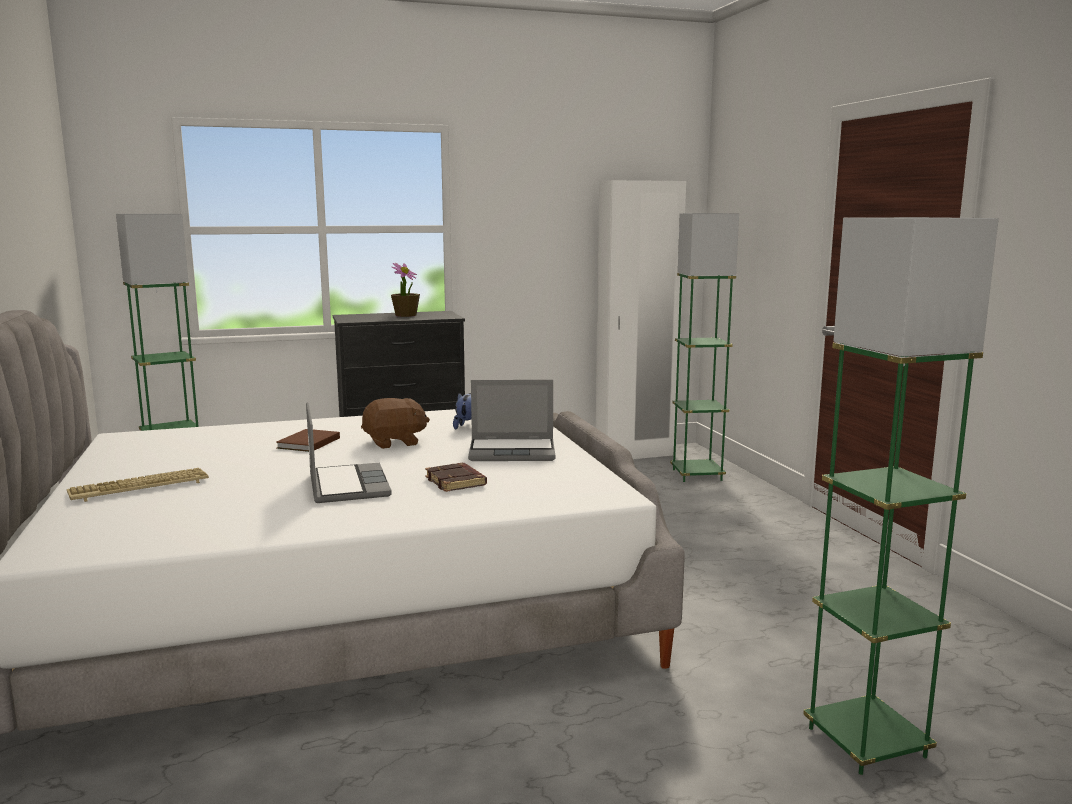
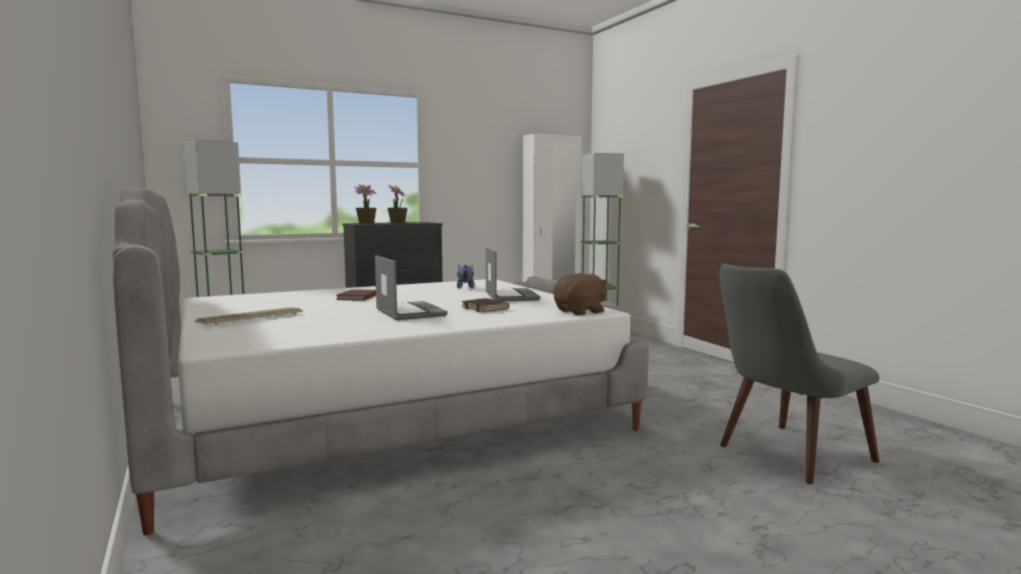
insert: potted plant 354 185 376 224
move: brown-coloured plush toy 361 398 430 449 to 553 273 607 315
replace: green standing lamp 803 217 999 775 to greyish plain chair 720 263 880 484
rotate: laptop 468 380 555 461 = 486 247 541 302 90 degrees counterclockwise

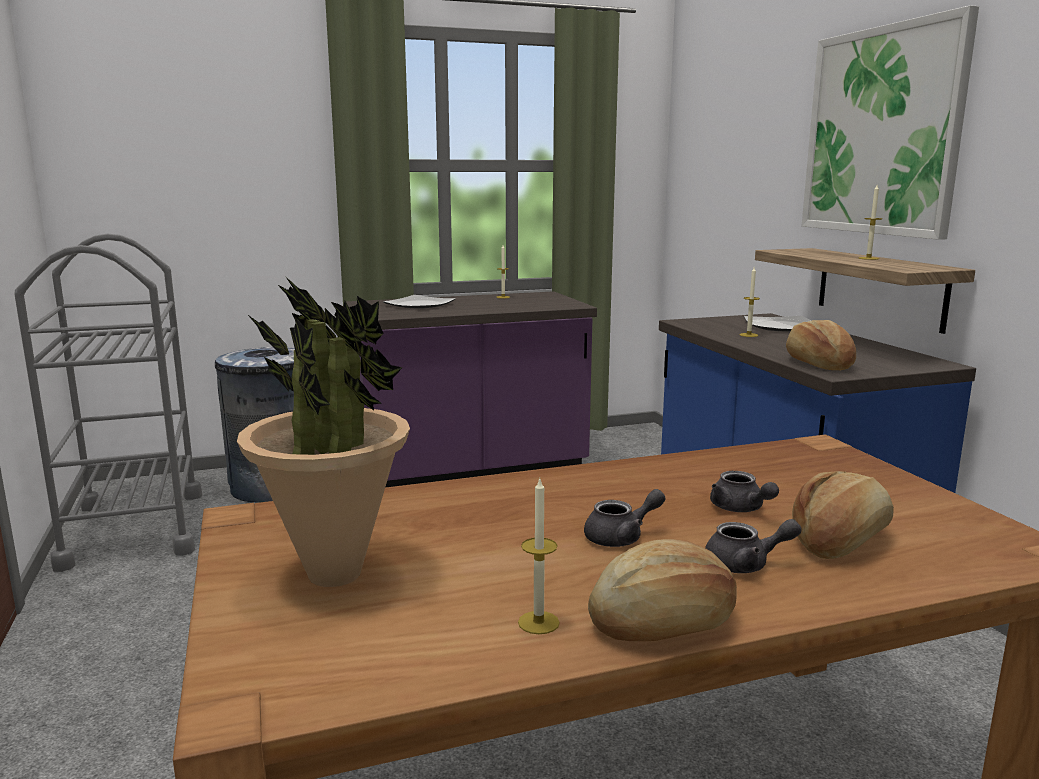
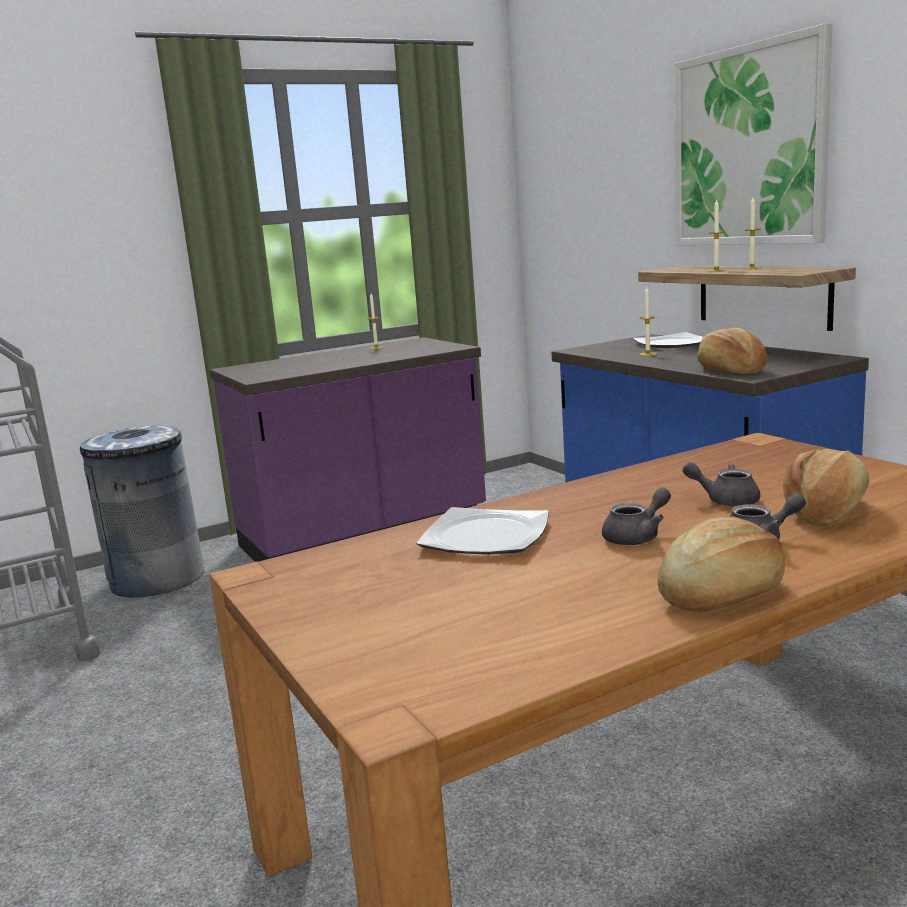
delete: potted plant 237 276 410 587
move: dinner plate 383 295 455 309 to 417 507 549 554; wax light 518 479 560 634 to 707 200 726 272
rotate: greyish tea pot 710 471 779 512 = 683 462 760 507 150 degrees clockwise

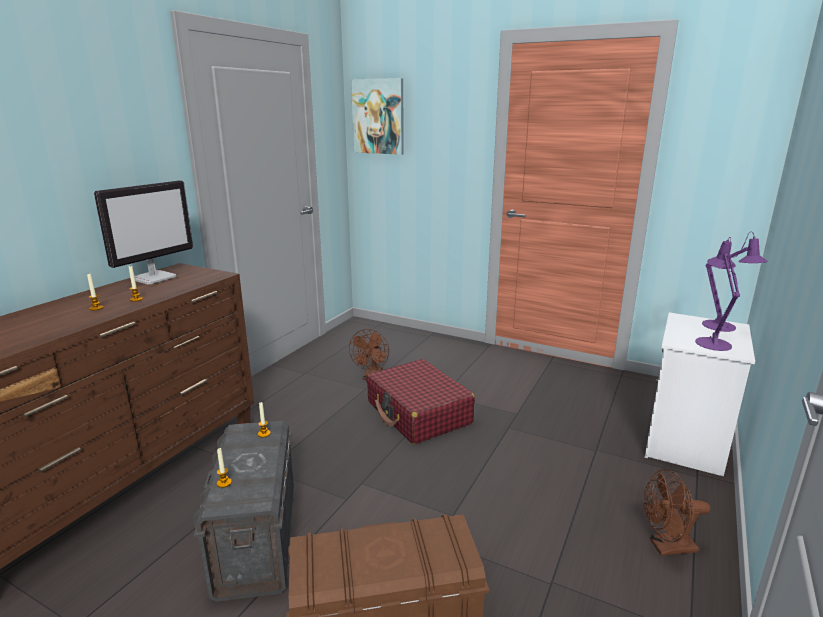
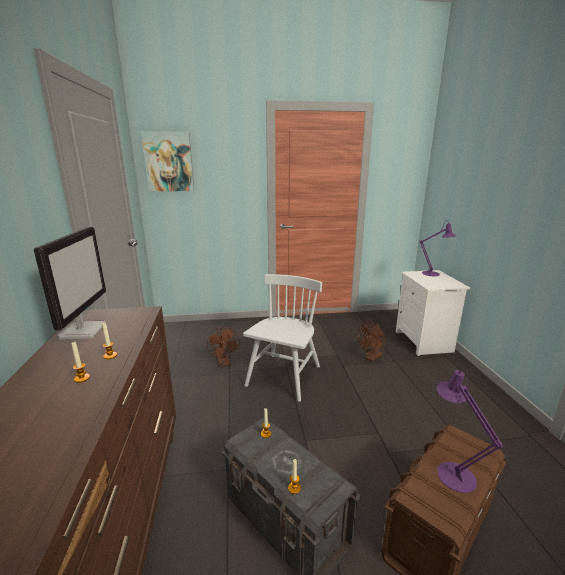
move: brown-coloured electric fan 643 469 710 556 to 358 321 385 361; purplish lamp for a table 695 237 740 351 to 436 369 503 493
replace: red-coloured piece of luggage 366 359 475 445 to white plain chair 243 274 322 402

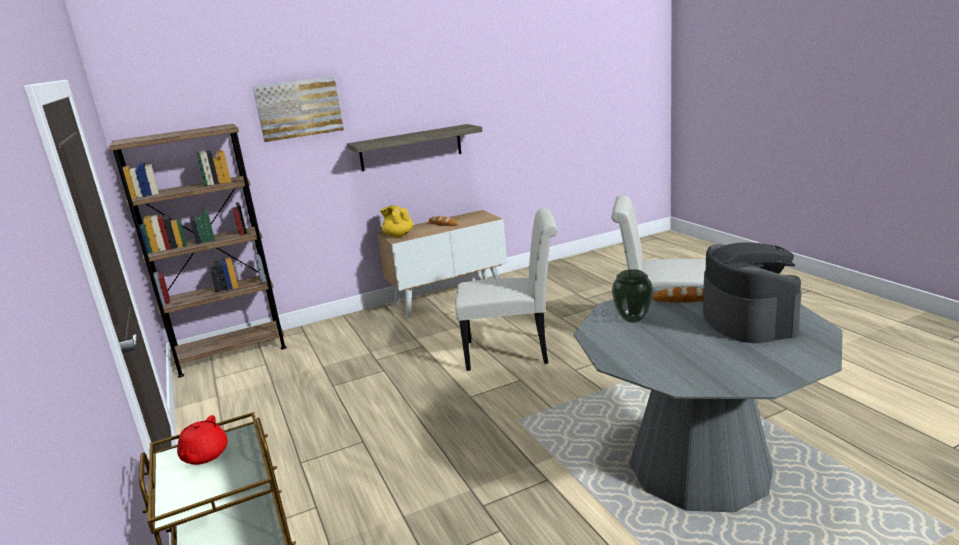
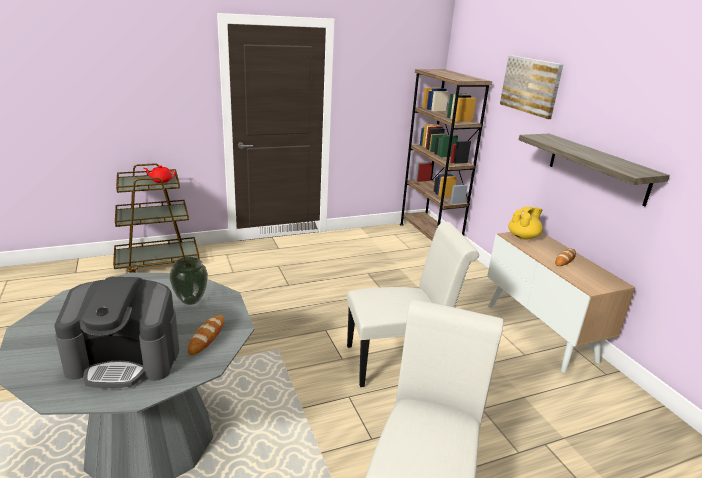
rotate: white plain chair 455 208 558 371 = 347 222 479 387 105 degrees counterclockwise

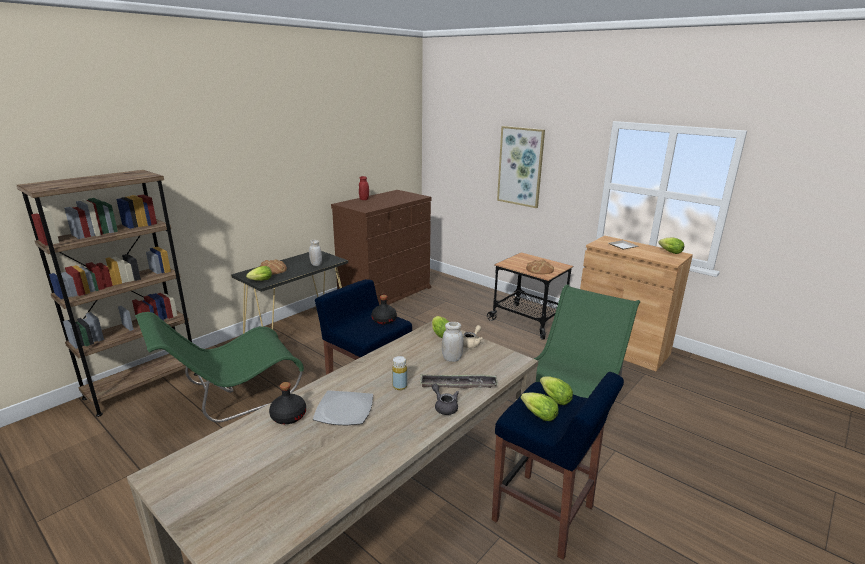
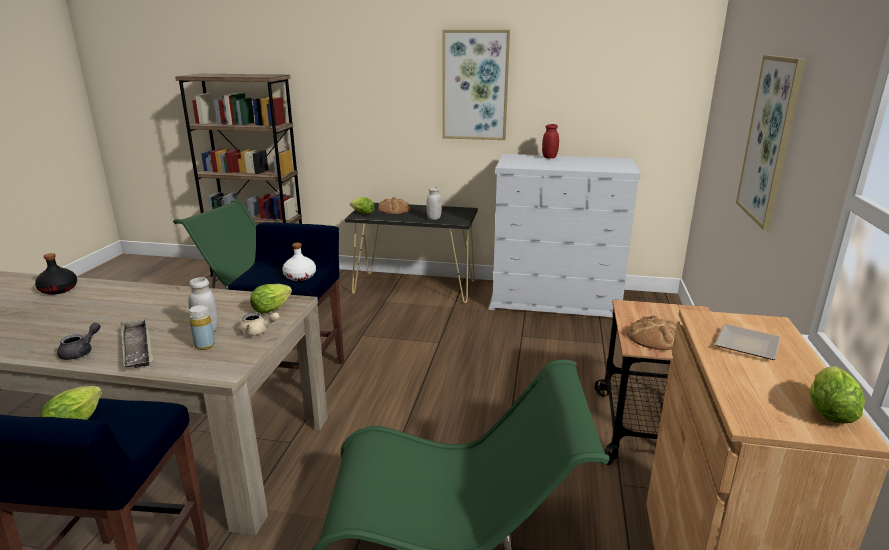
delete: dinner plate 313 390 373 425; lettuce head 540 377 573 405
insert: wall art 442 30 510 140
move: yellowish drink bottle 392 356 407 390 to 189 305 215 350
recolor: brown-coloured chest of drawers 331 190 431 305 to white chest of drawers 489 154 641 317; black drink bottle 371 295 397 324 to white drink bottle 282 243 316 281

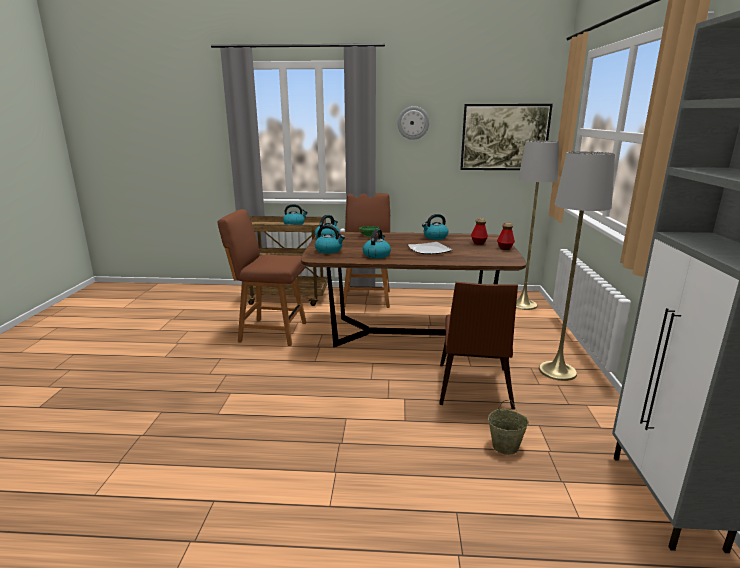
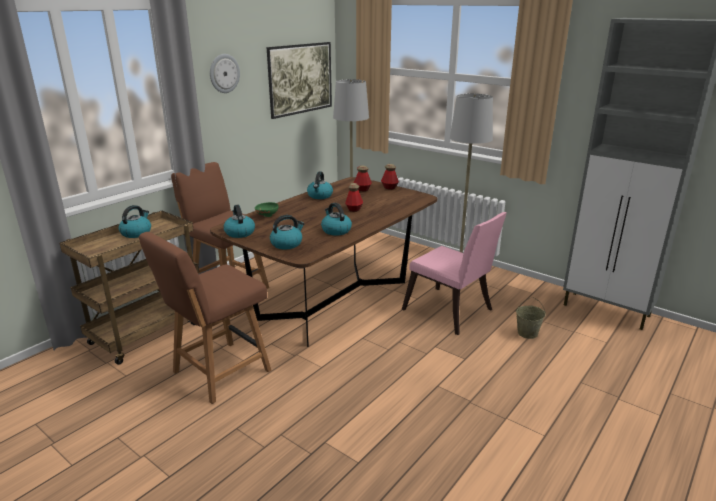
replace: dinner plate 408 242 452 254 to drink bottle 345 183 363 212
recolor: brown-coloured plain chair 439 282 518 410 to pinkish plain chair 402 212 507 335

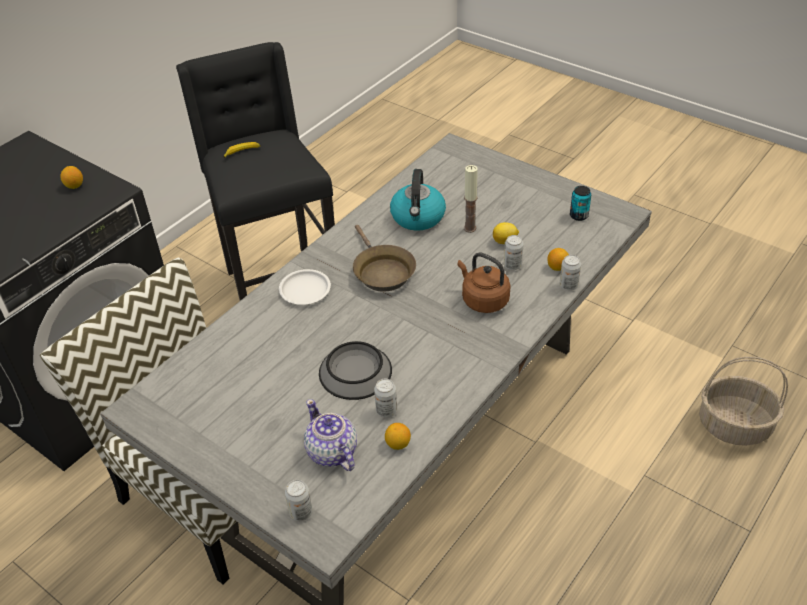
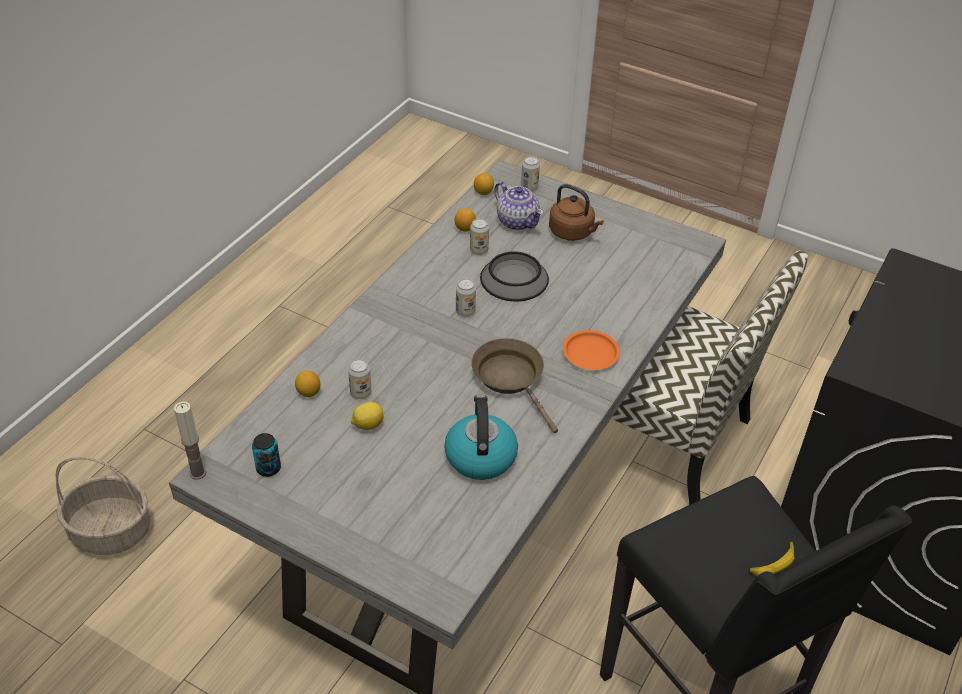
move: citrus fruit 60 166 83 189 to 474 173 494 195; brown-coloured tea kettle 457 253 511 313 to 549 184 604 241; wax light 464 165 478 233 to 174 401 207 480; can 559 255 581 291 to 456 279 476 317
recolor: white dinner plate 279 269 331 305 to orange-coloured dinner plate 563 330 620 370

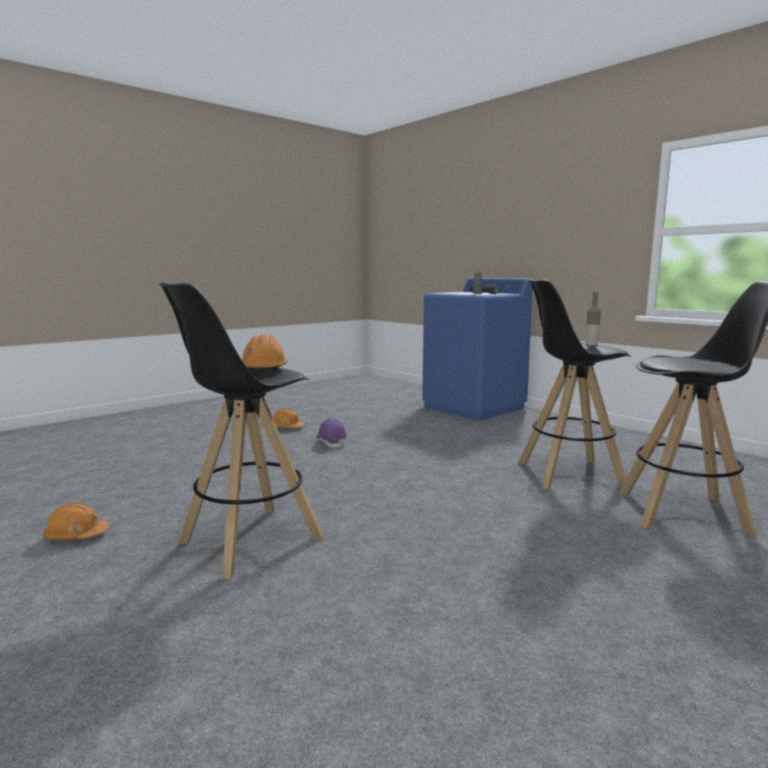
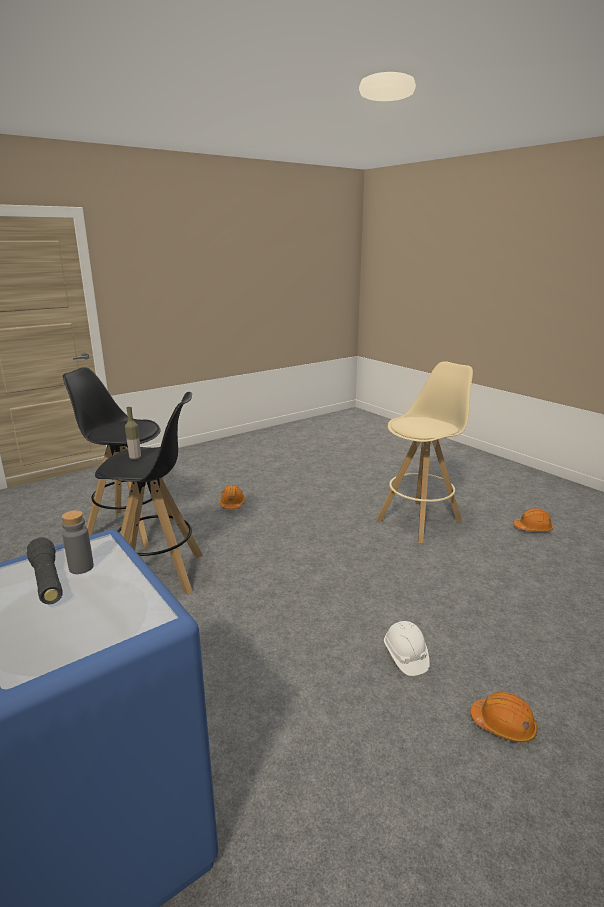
move: orange-coloured hard hat 242 334 288 374 to 219 485 245 509
recolor: black stool seat 159 282 323 579 to sand-coloured stool seat 376 361 473 543; purplish hard hat 317 418 347 448 to white hard hat 384 621 430 676

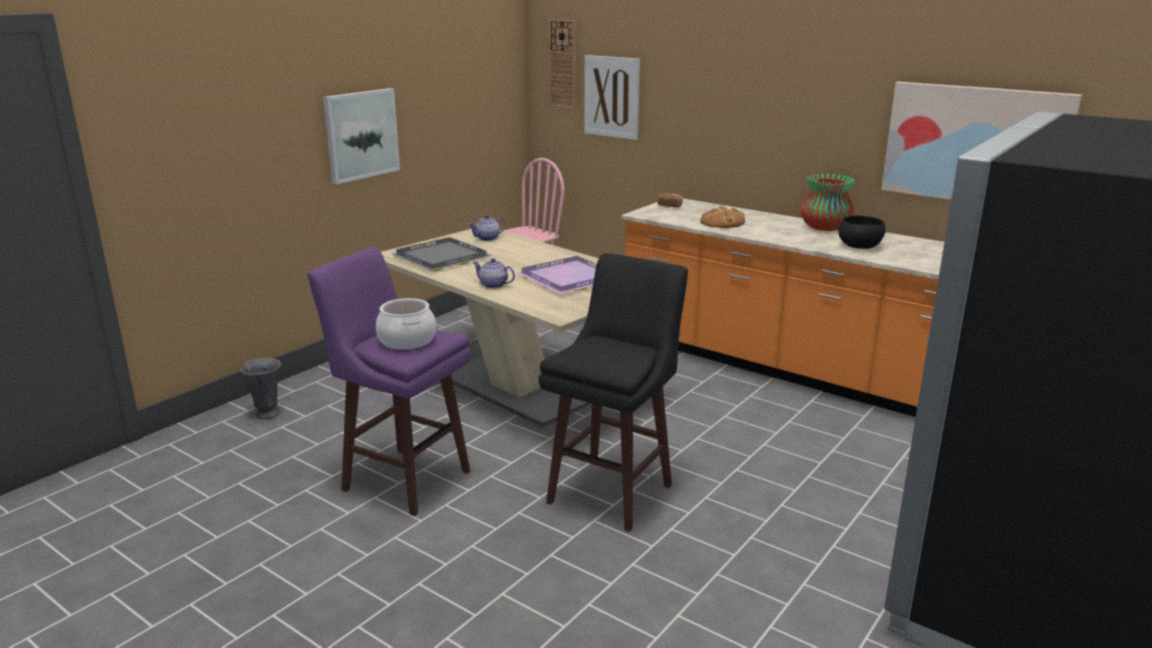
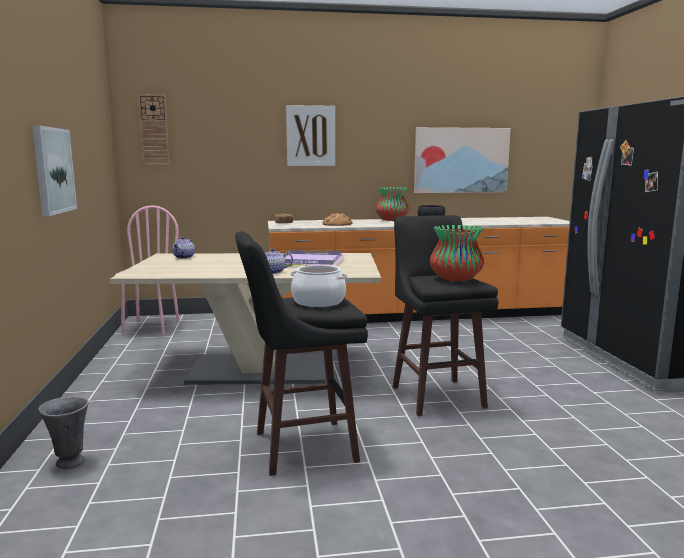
delete: greyish tray 391 237 493 272
insert: vase 430 225 484 281
move: wall art 584 55 640 140 to 286 105 335 166
recolor: purplish stool seat 308 247 471 516 to black stool seat 235 231 368 476

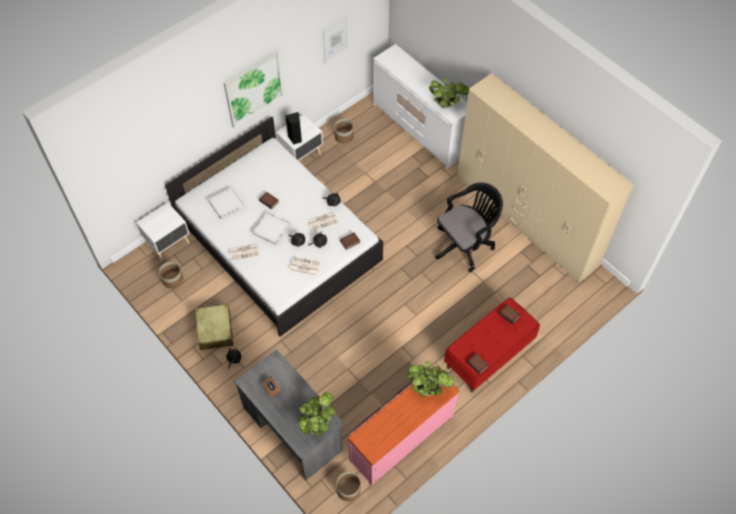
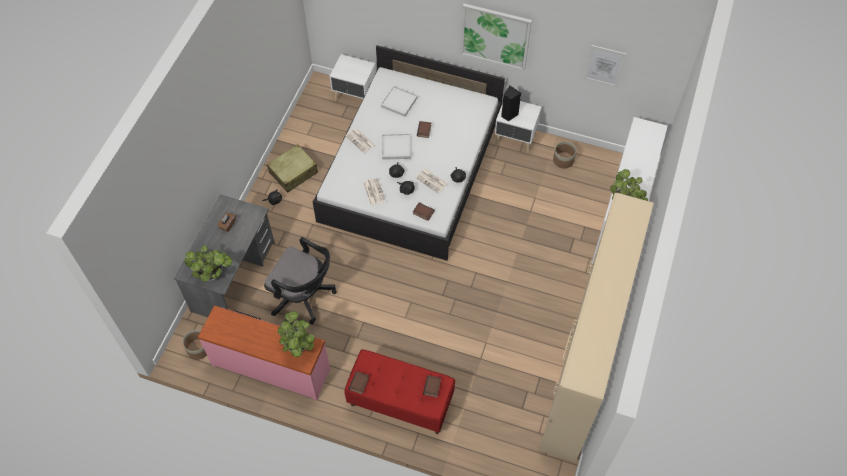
delete: plant pot 159 262 183 289
move: black desk chair 435 182 503 272 to 264 237 337 324

